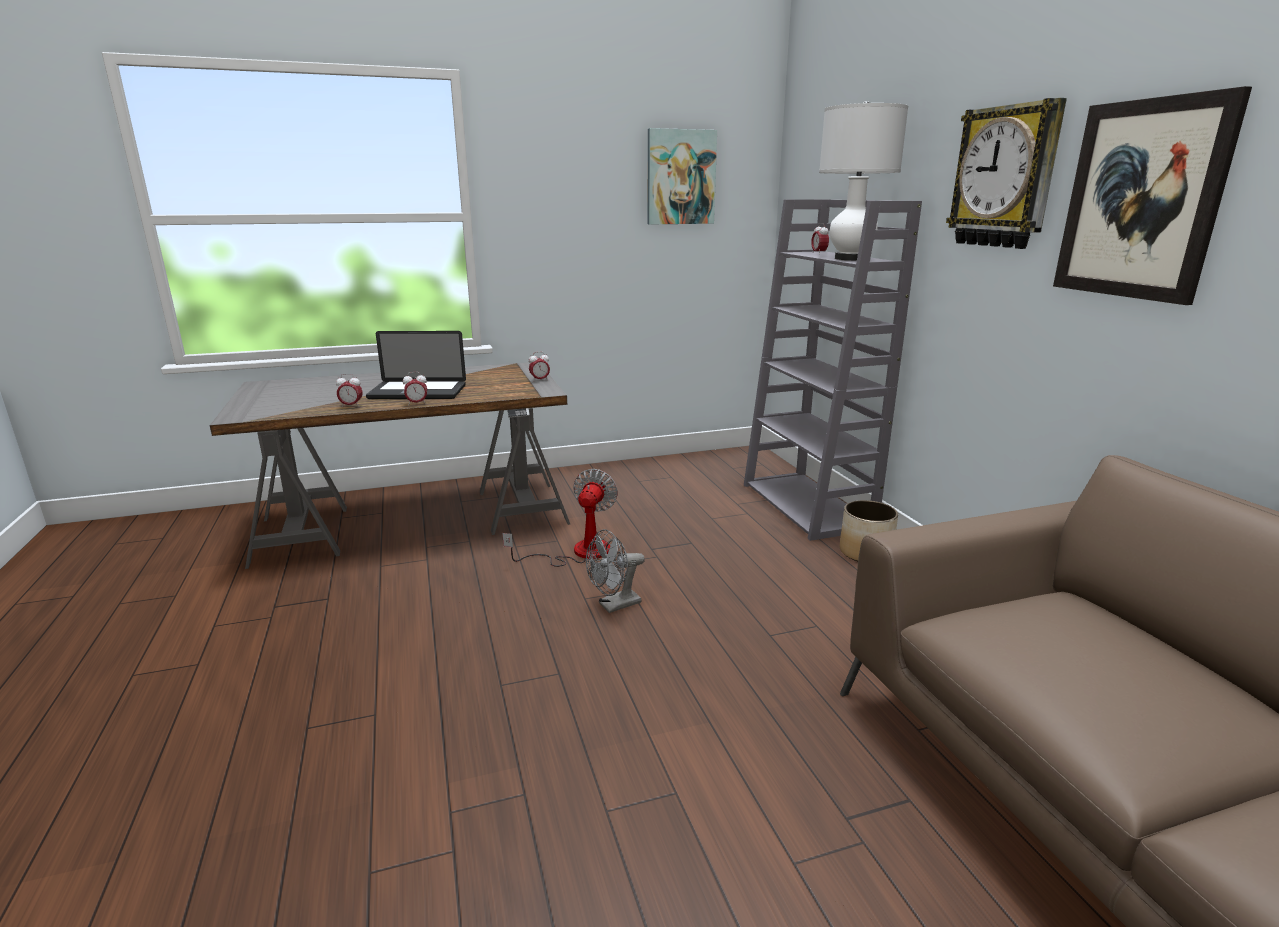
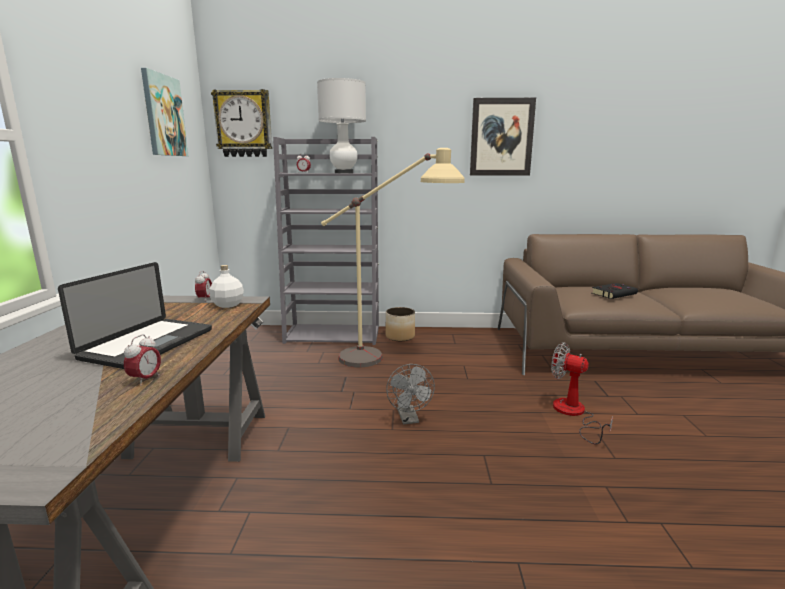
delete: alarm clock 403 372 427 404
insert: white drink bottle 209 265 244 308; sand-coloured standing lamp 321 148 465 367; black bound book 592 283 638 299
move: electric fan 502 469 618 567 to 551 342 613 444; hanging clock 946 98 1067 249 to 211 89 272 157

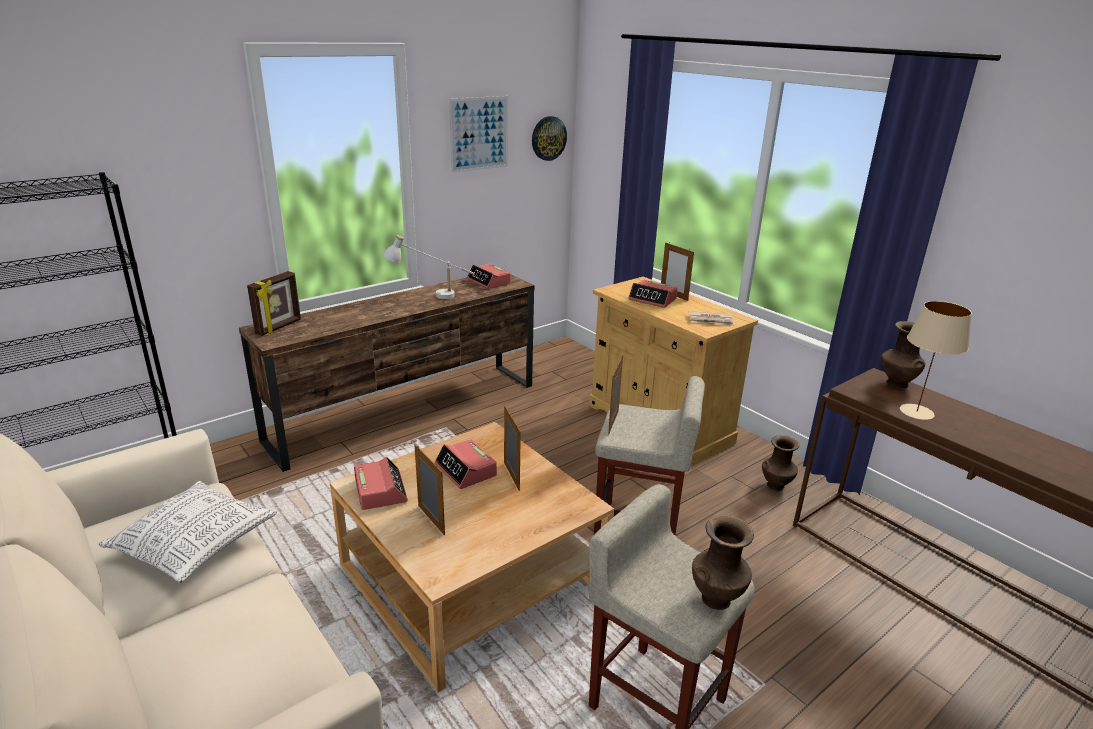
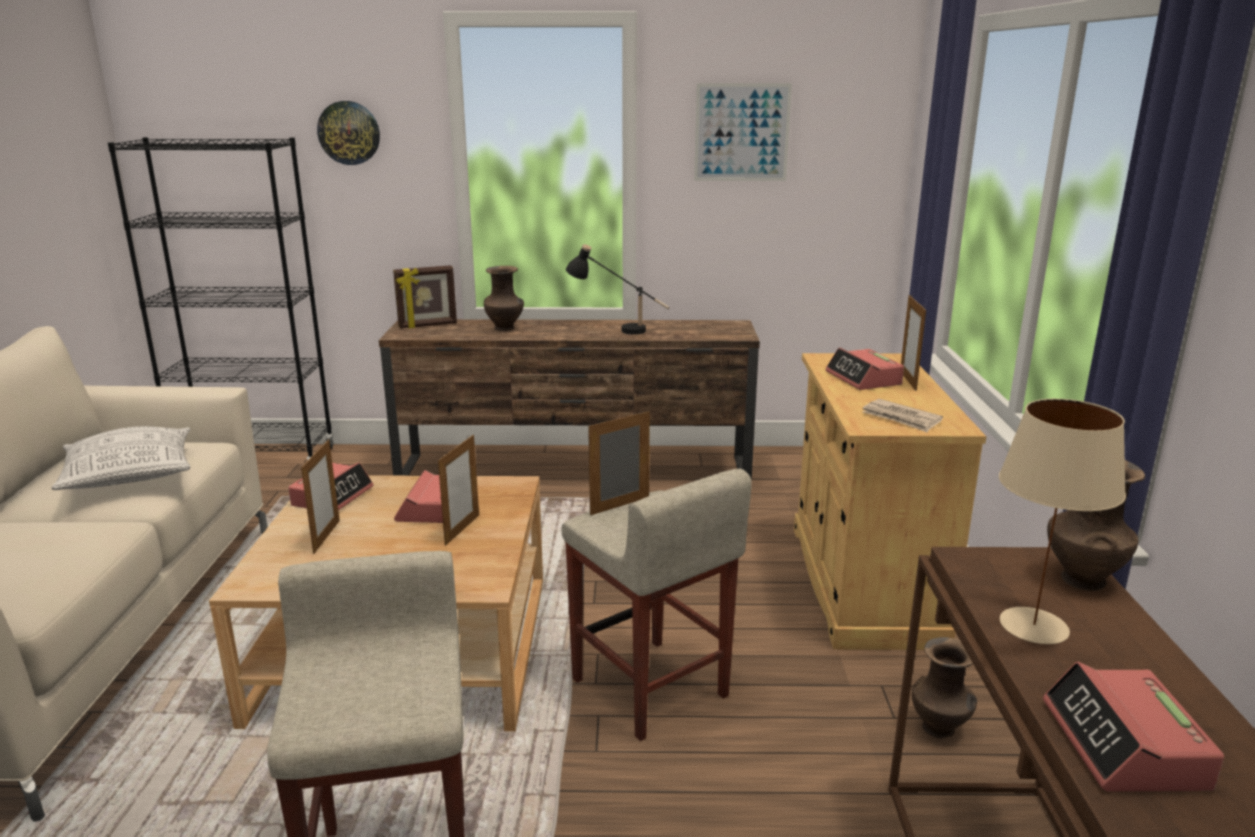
move: alarm clock 467 264 511 289 to 1043 662 1224 791; hanging clock 532 116 567 161 to 317 101 380 165; brown-coloured vase 692 515 754 610 to 484 266 524 331
recolor: white lamp for a table 383 235 475 299 to black lamp for a table 566 244 669 335

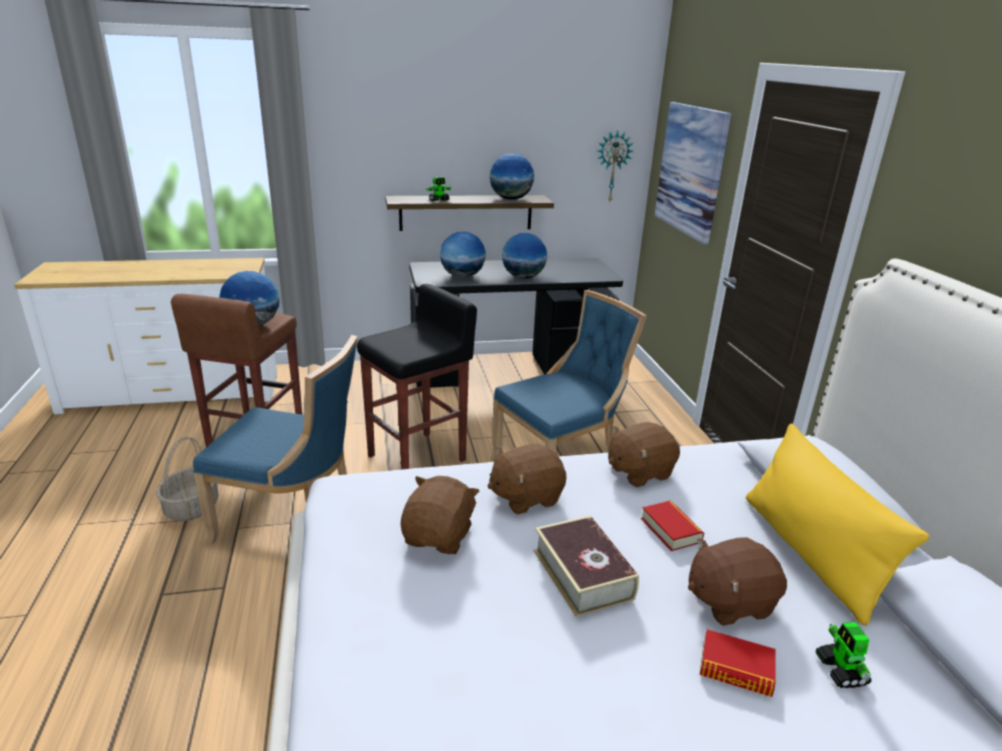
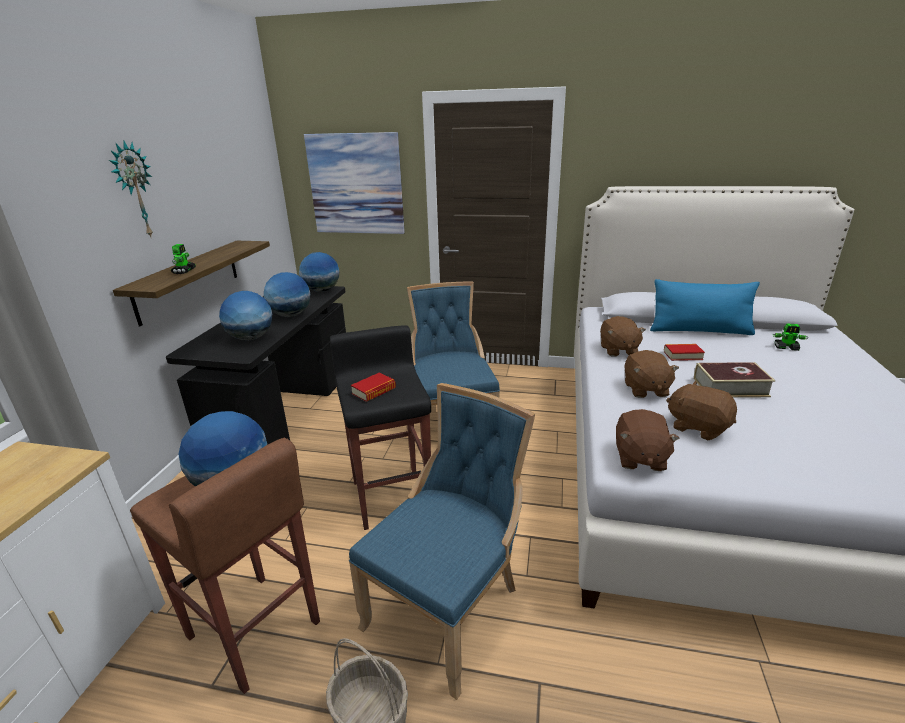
move: globe 490 153 534 200 to 299 252 339 292; hanging clock 597 130 633 201 to 109 140 153 237; brown-coloured plush toy 688 537 787 626 to 616 409 680 471; bound book 700 629 776 697 to 351 372 396 402
recolor: yellowish pillow 746 423 929 626 to blue-coloured pillow 650 279 760 335

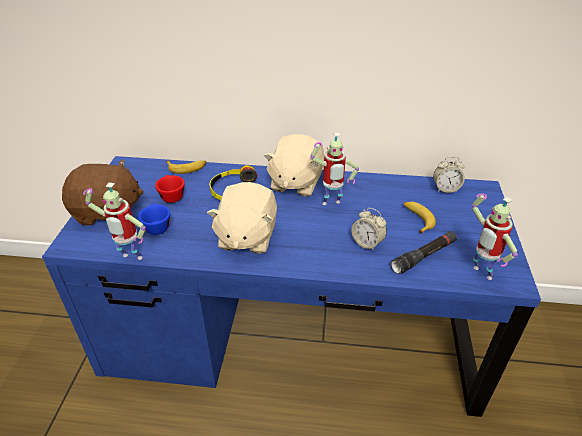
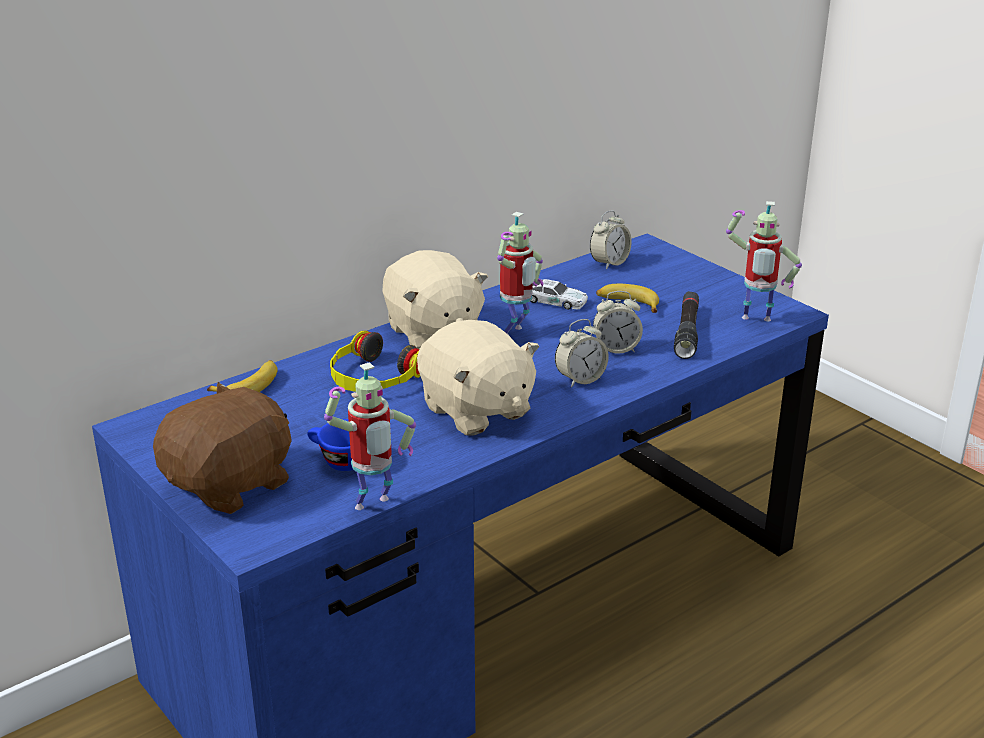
delete: red-coloured cup 155 175 185 203
insert: miniature car 530 279 588 310; alarm clock 555 319 609 388

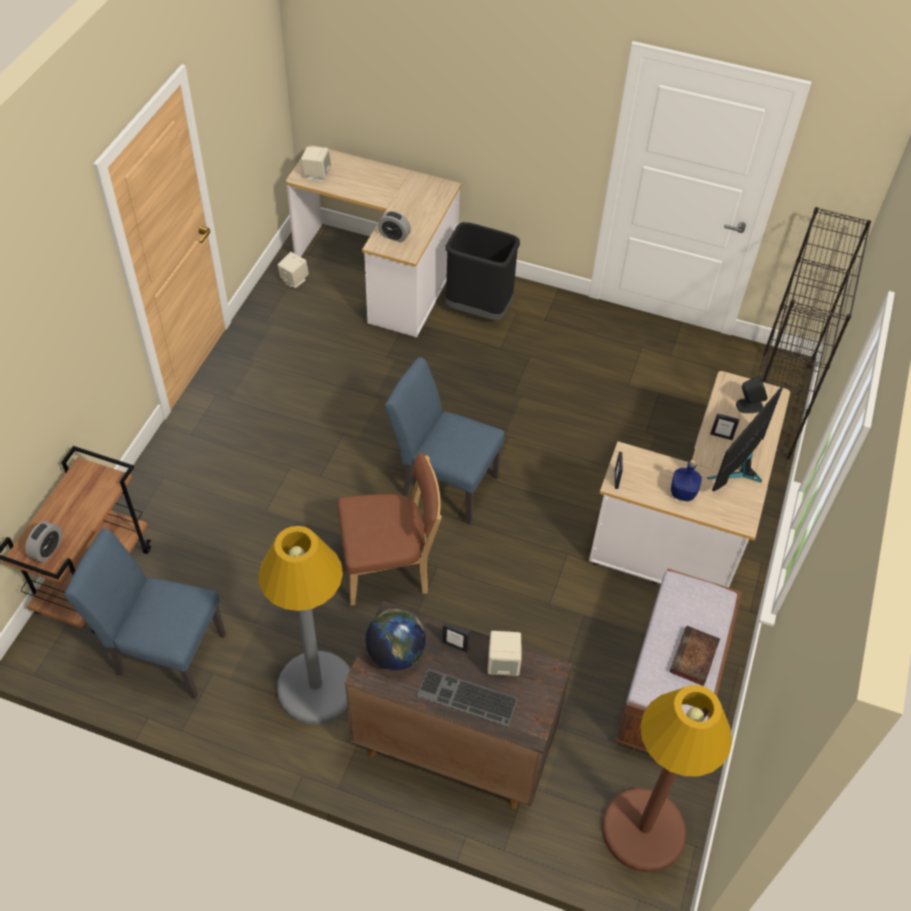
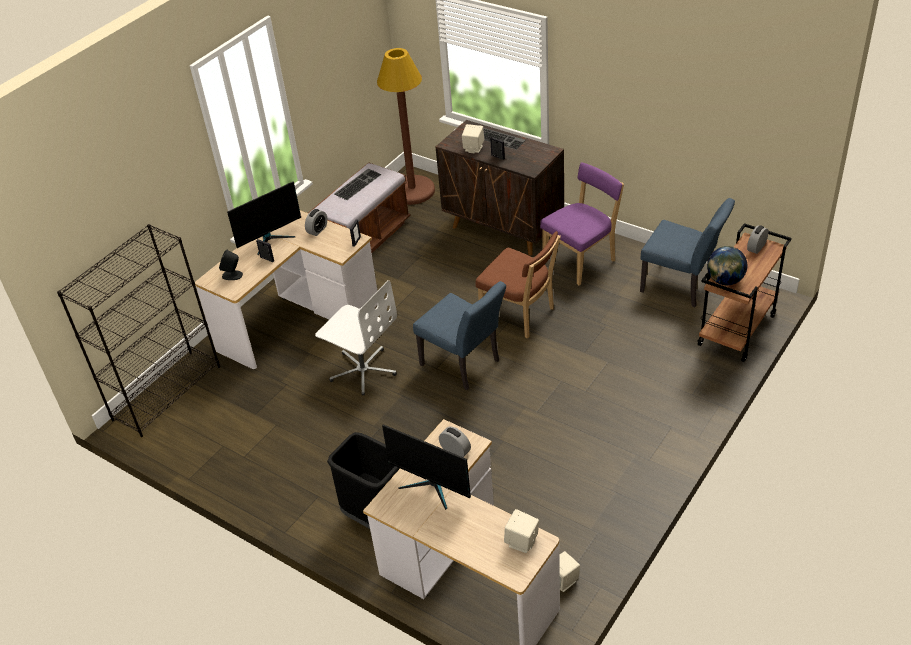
insert: white desk chair 315 280 397 396; computer screen 382 424 471 510
move: globe 365 609 426 670 to 707 246 747 285
replace: greyish standing lamp 258 526 351 724 to purplish plain chair 540 162 624 285; bound book 670 626 720 686 to PC keyboard 334 168 382 200; blue-coloured drink bottle 671 459 702 501 to alarm clock 305 209 327 236
rotate: brown-coloured plain chair 337 452 442 606 = 476 231 561 338 150 degrees counterclockwise

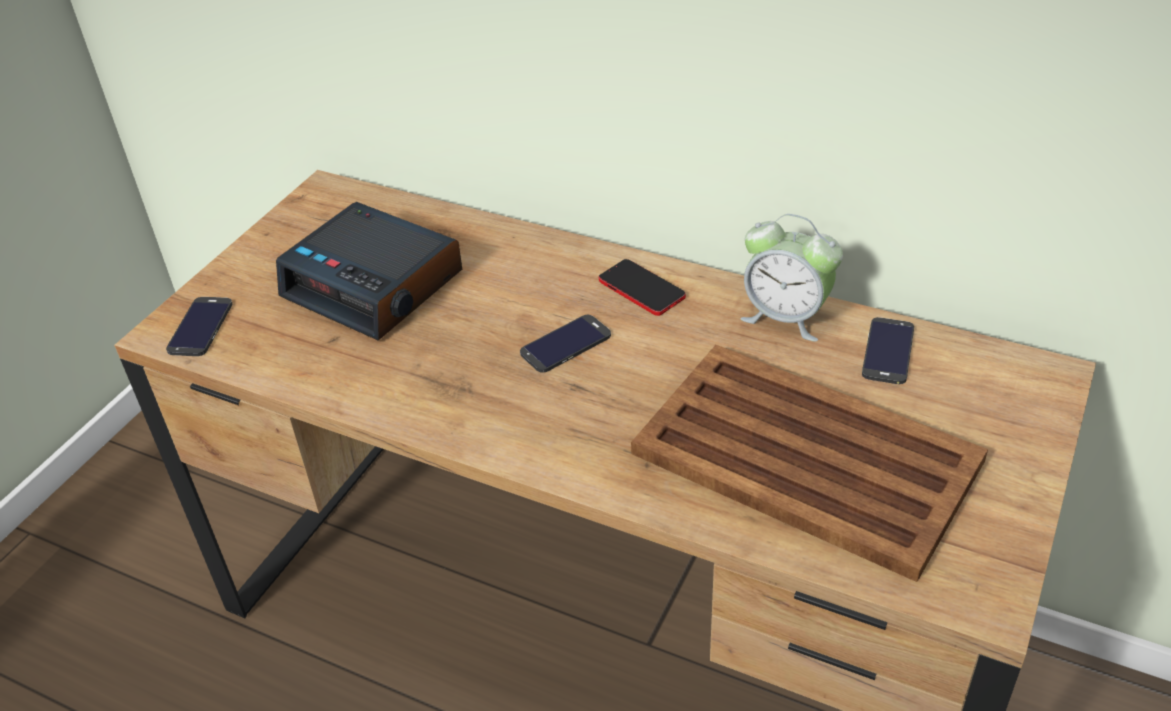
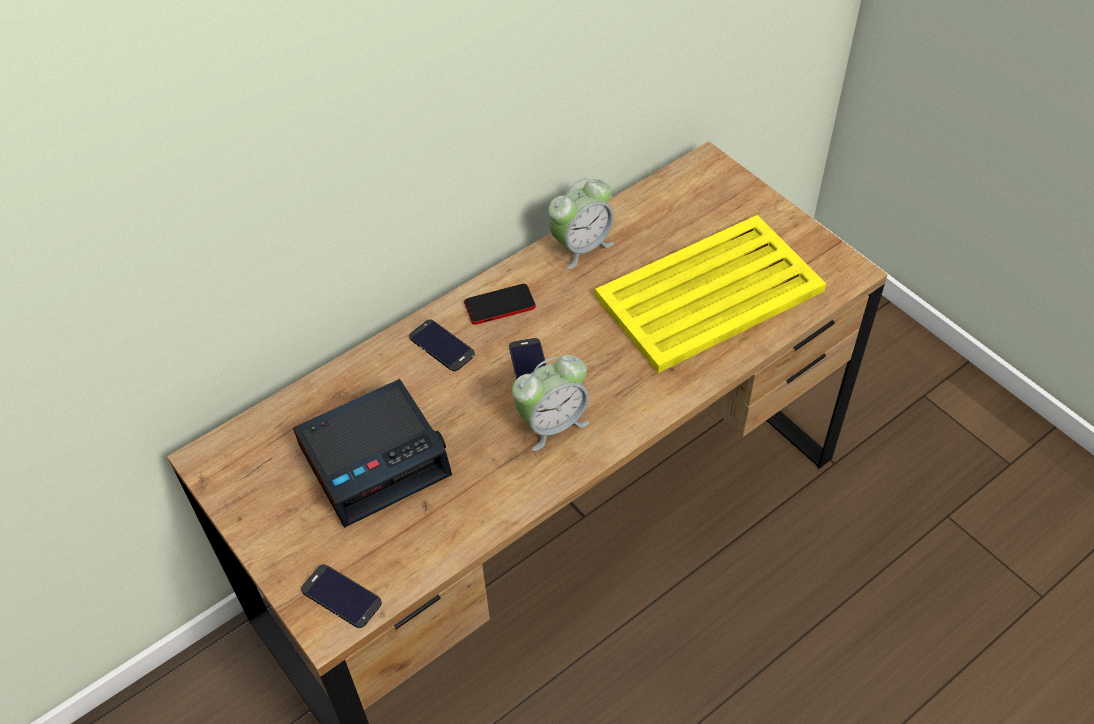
insert: alarm clock 512 355 590 451
move: telephone 862 317 914 384 to 409 319 475 371
recolor: brown-coloured tray 631 345 988 582 to yellowish tray 595 215 826 373

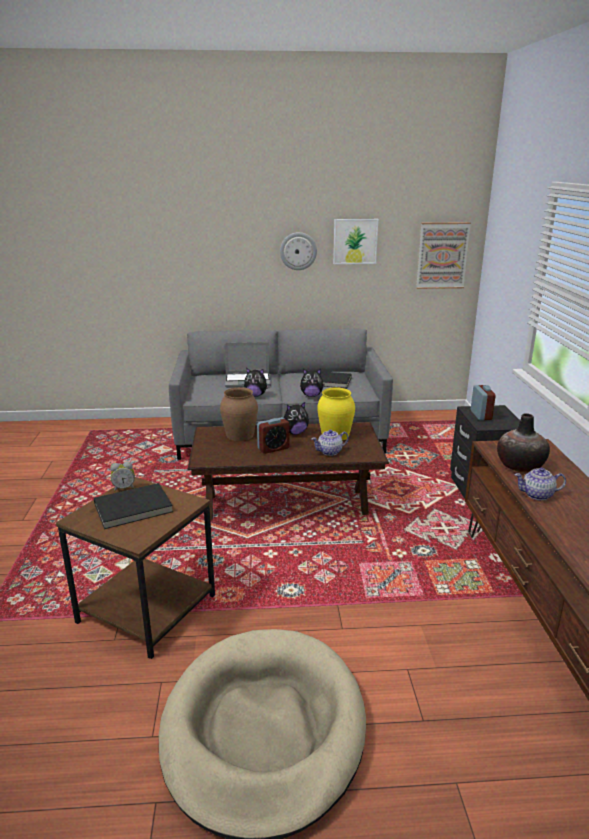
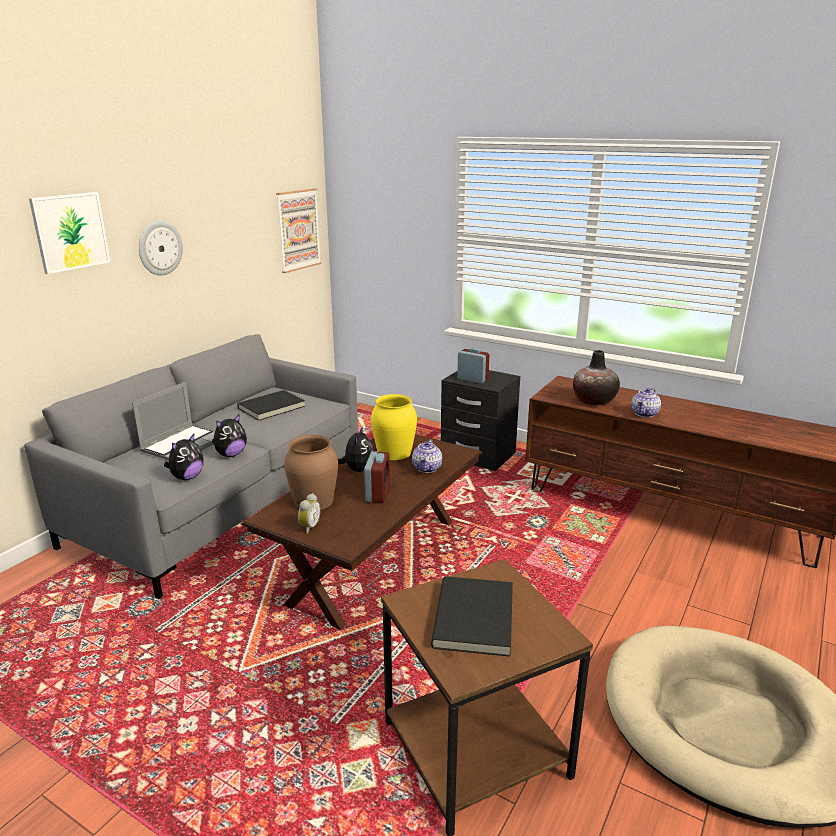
move: alarm clock 110 462 135 491 to 298 493 321 534; plush toy 300 369 325 397 to 164 434 204 480; wall art 333 219 378 264 to 29 192 110 274

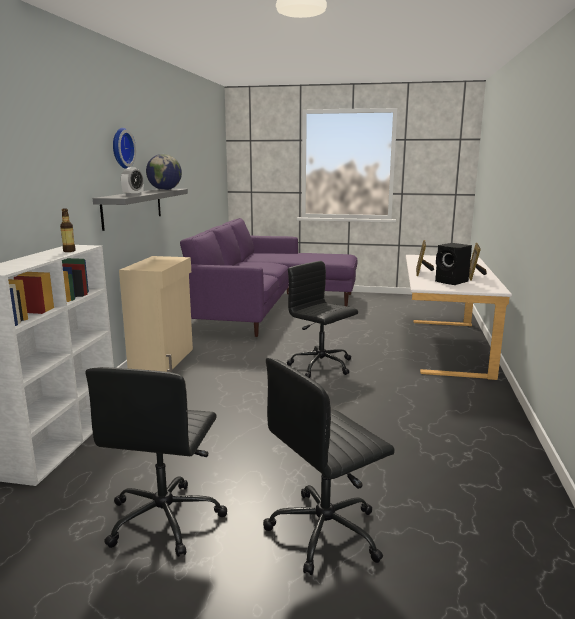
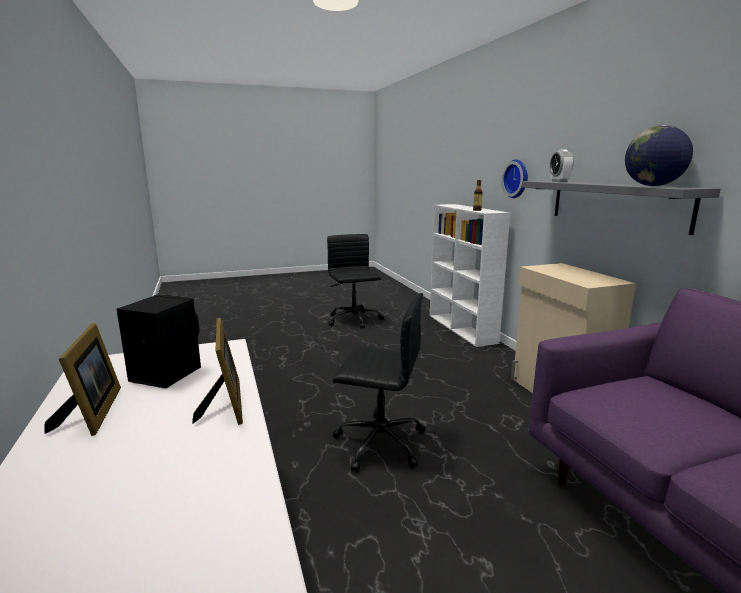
delete: black desk chair 263 358 395 575
move: hanging clock 113 128 136 169 to 502 159 528 198

